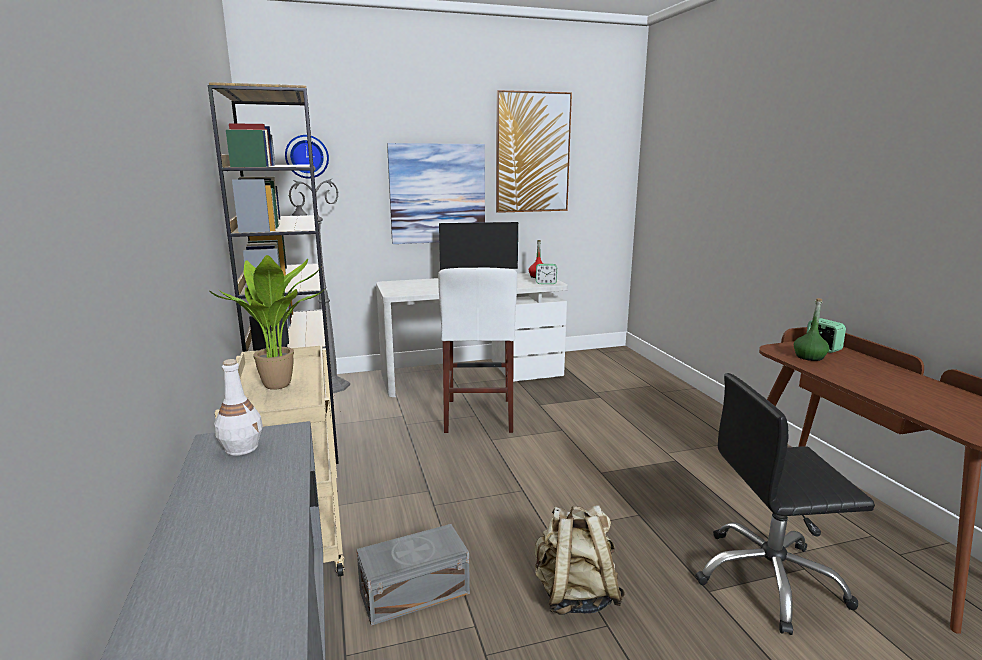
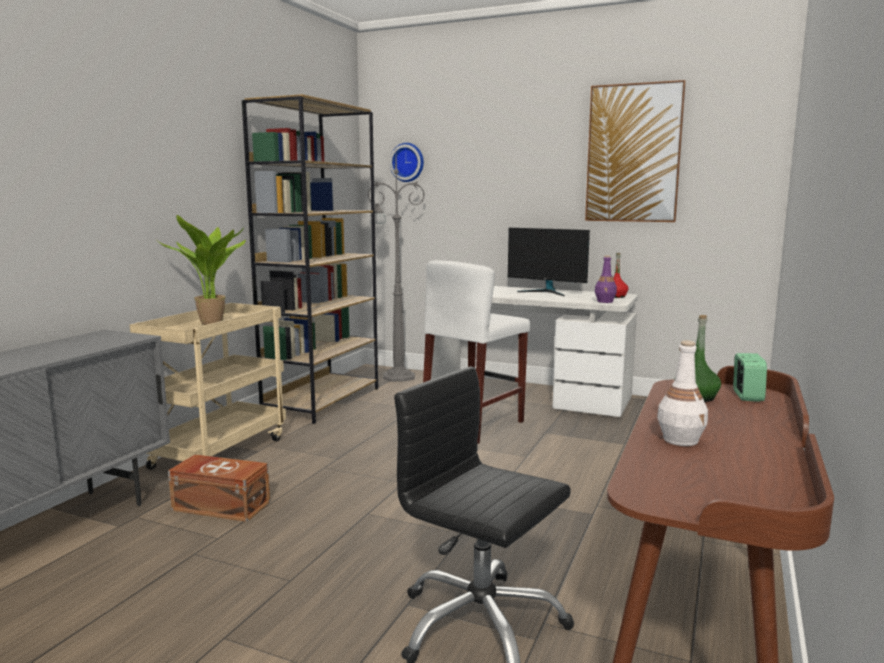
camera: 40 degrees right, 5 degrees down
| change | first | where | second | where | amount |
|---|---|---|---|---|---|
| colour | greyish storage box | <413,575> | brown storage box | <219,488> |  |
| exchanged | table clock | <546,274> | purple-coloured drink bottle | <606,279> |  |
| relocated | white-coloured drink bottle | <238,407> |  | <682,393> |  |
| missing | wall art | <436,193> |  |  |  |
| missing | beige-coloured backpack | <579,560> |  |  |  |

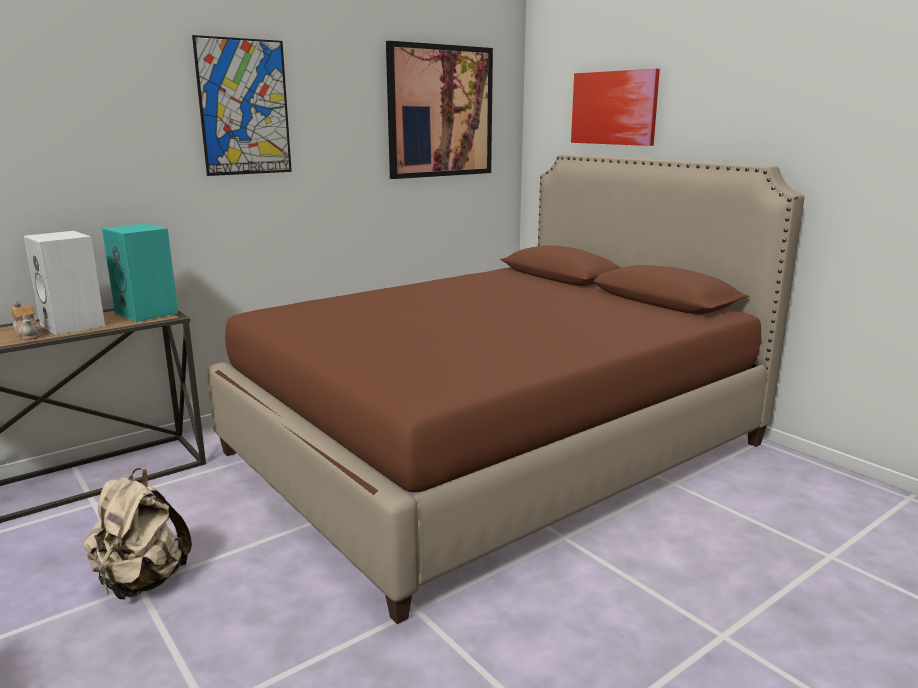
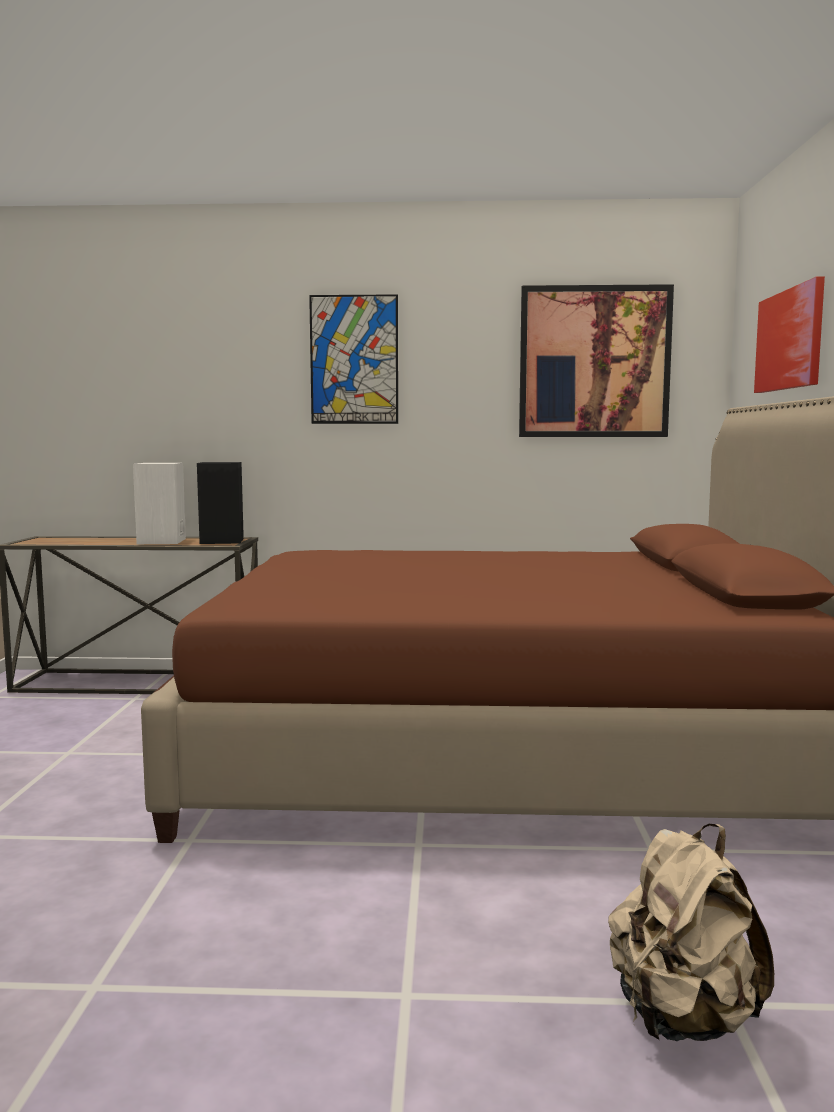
camera: 40 degrees right, 10 degrees down
| change | first | where | second | where | amount |
|---|---|---|---|---|---|
| colour | blue-green loudspeaker | <140,273> | black loudspeaker | <220,503> |  |
| relocated | beige-coloured backpack | <137,534> |  | <691,932> |  |
| missing | tea pot | <26,320> |  |  |  |

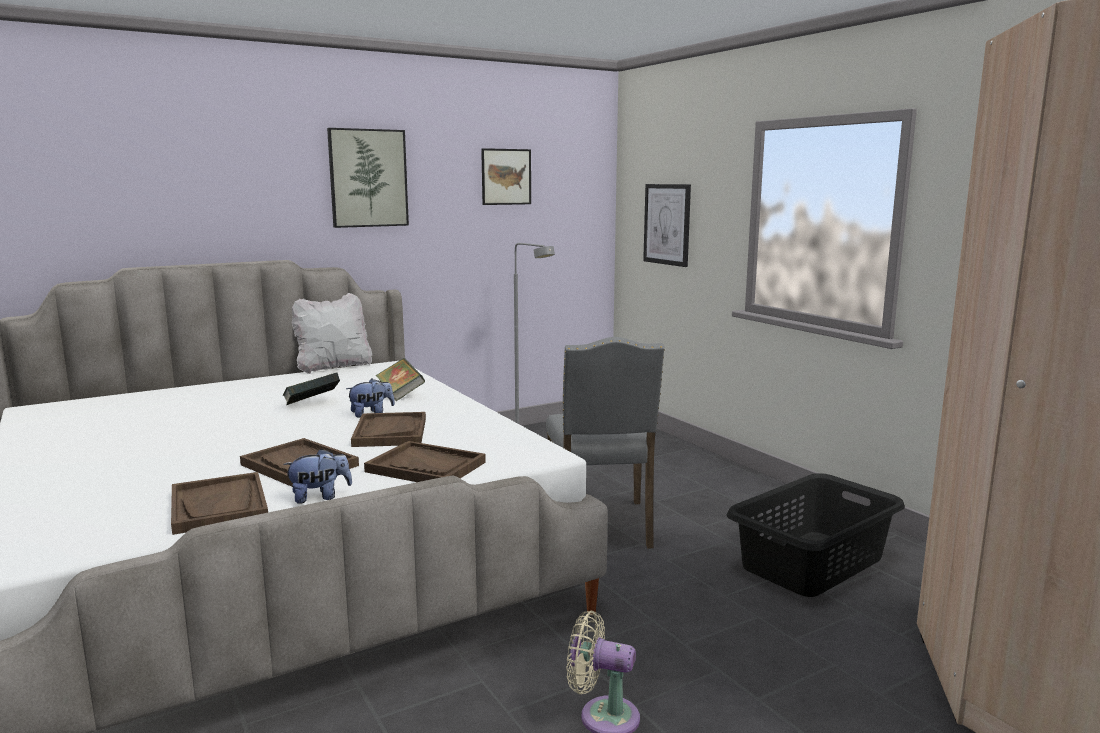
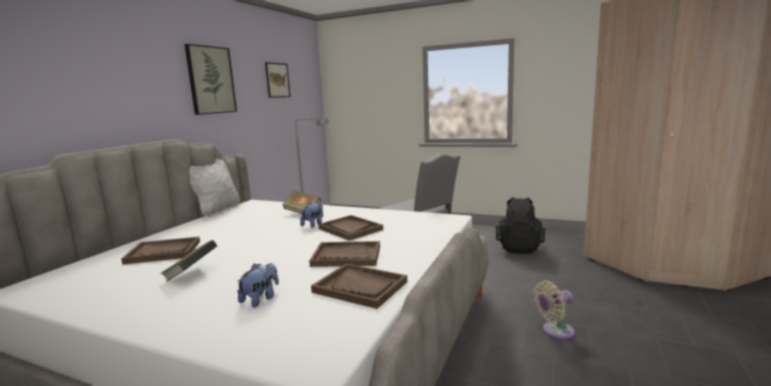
camera: 35 degrees left, 0 degrees up
| change | first | where | second | where | amount |
|---|---|---|---|---|---|
| relocated | brown serving tray | <425,461> |  | <160,250> |  |
| relocated | book | <311,388> |  | <188,260> |  |
| relocated | plush toy | <317,476> |  | <258,285> |  |
| exchanged | black hamper | <816,535> | black backpack | <520,225> |  |
| missing | wall art | <667,225> |  |  |  |

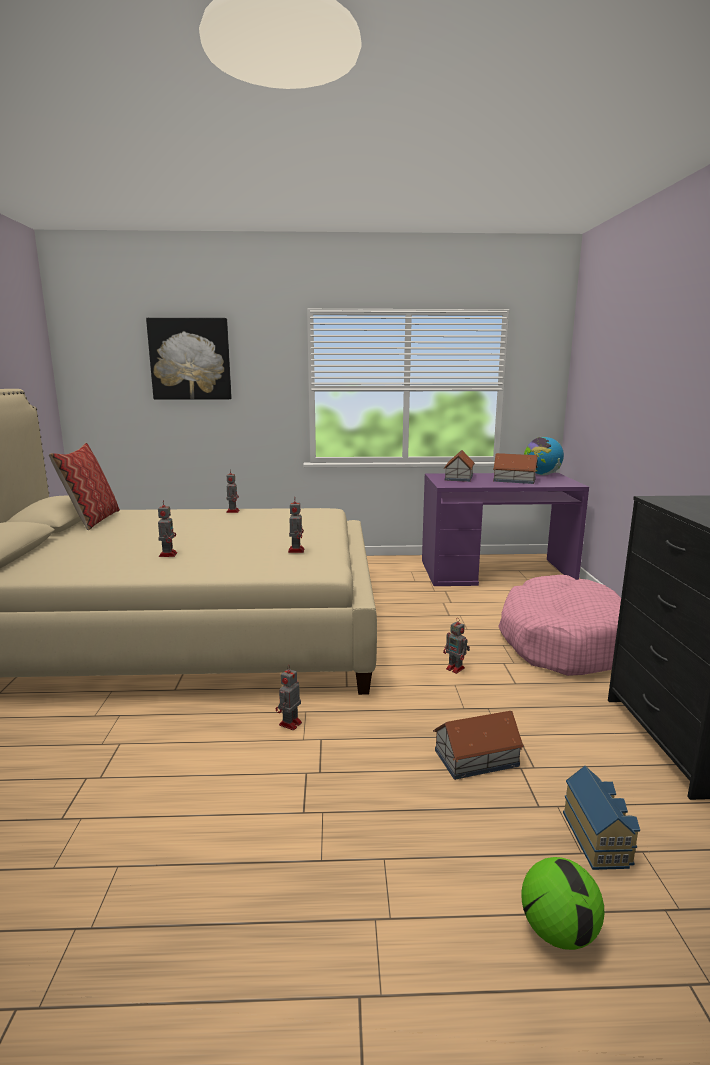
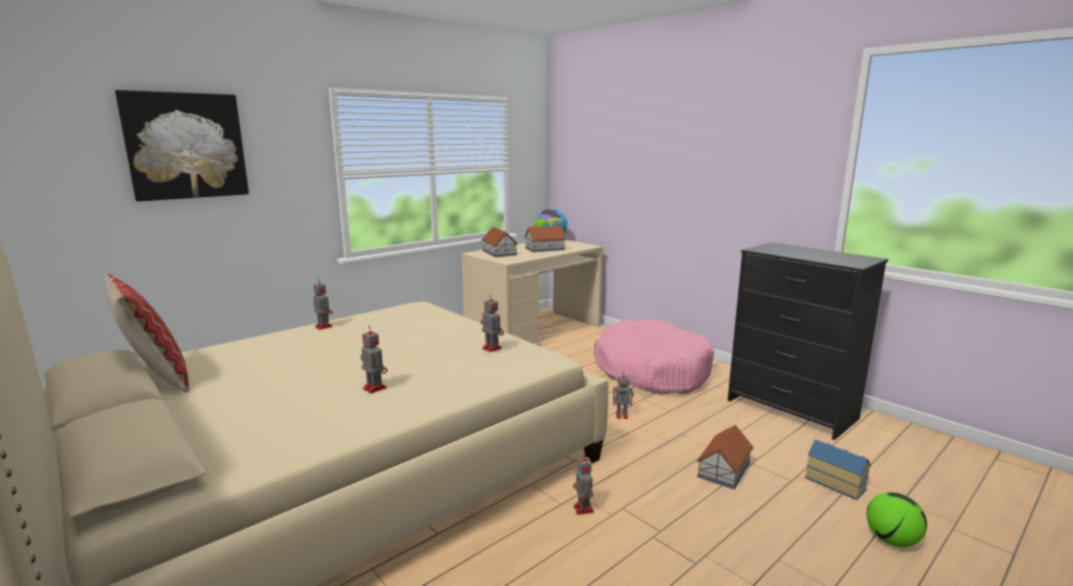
camera: 40 degrees left, 0 degrees up
| change | first | where | second | where | amount |
|---|---|---|---|---|---|
| colour | purple-coloured desk table | <505,529> | beige-coloured desk table | <532,293> |  |

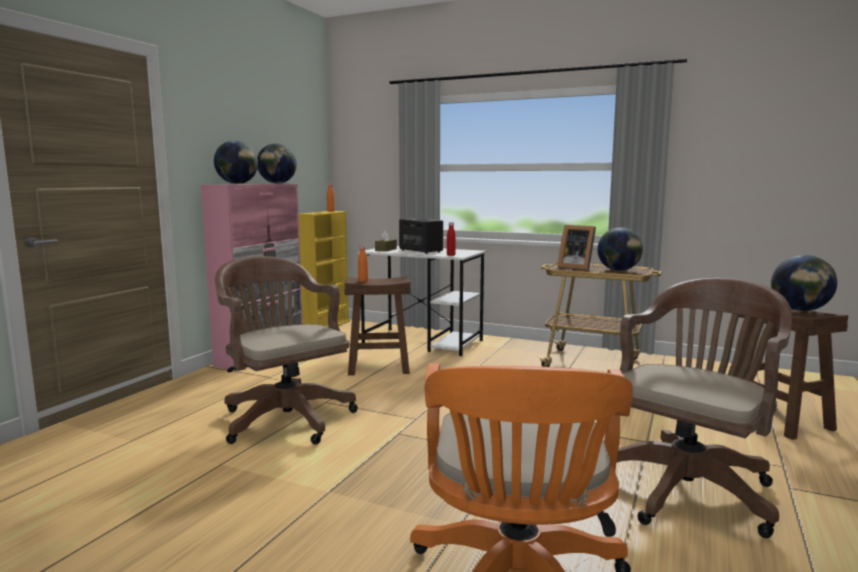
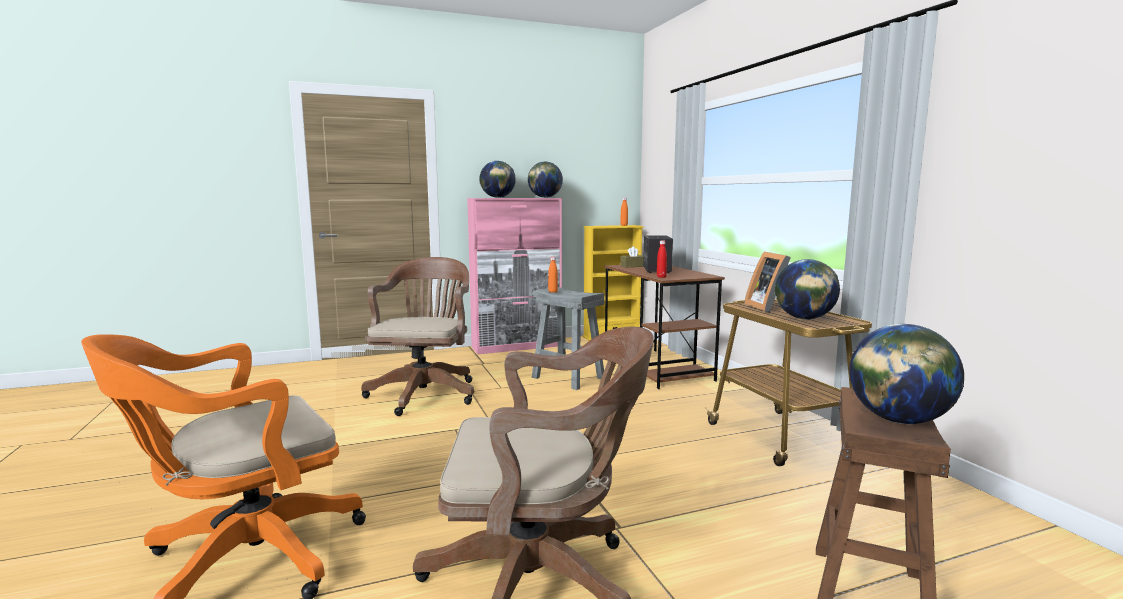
camera: 45 degrees right, 0 degrees up
| change | first | where | second | where | amount |
|---|---|---|---|---|---|
| colour | brown sitting stool | <377,326> | greyish sitting stool | <568,338> |  |
| colour | white-coloured desk table | <422,301> | brown desk table | <664,327> |  |

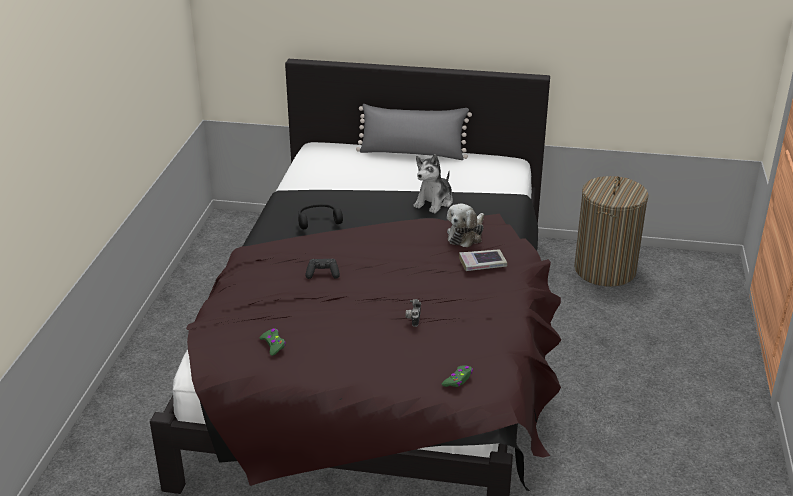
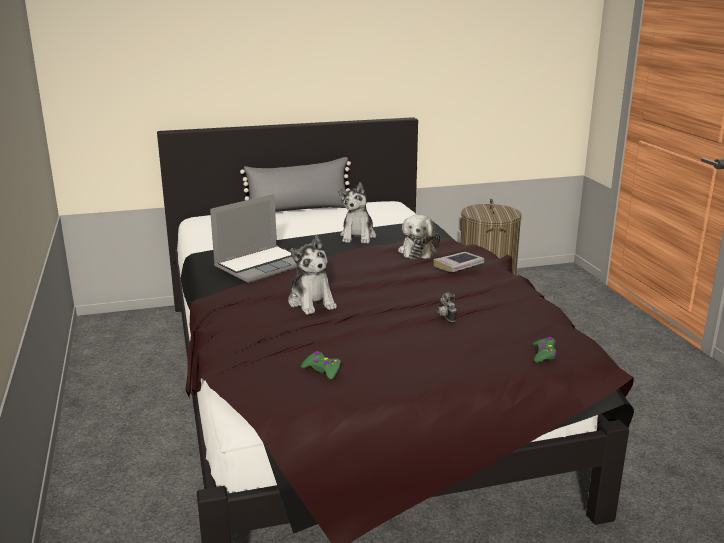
camera: 25 degrees left, 10 degrees down
| change | first | where | second | where | amount |
|---|---|---|---|---|---|
| exchanged | black headphones | <320,216> | laptop | <253,238> |  |
| exchanged | black gamepad | <322,268> | plush toy | <312,275> |  |

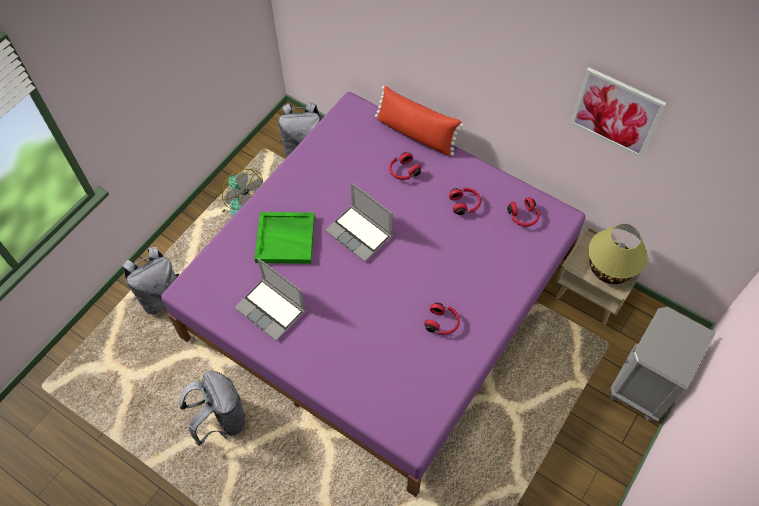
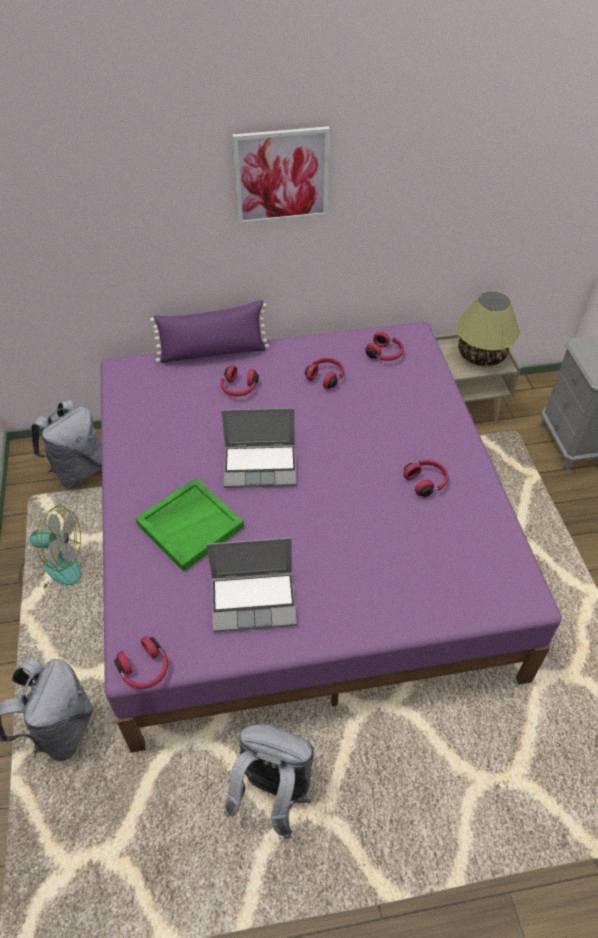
camera: 45 degrees left, 10 degrees down
| change | first | where | second | where | amount |
|---|---|---|---|---|---|
| appeared |  |  | red headphones | <141,662> |  |
| colour | red pillow | <419,121> | purple-coloured pillow | <209,331> |  |
| relocated | wall art | <618,112> |  | <281,175> |  |

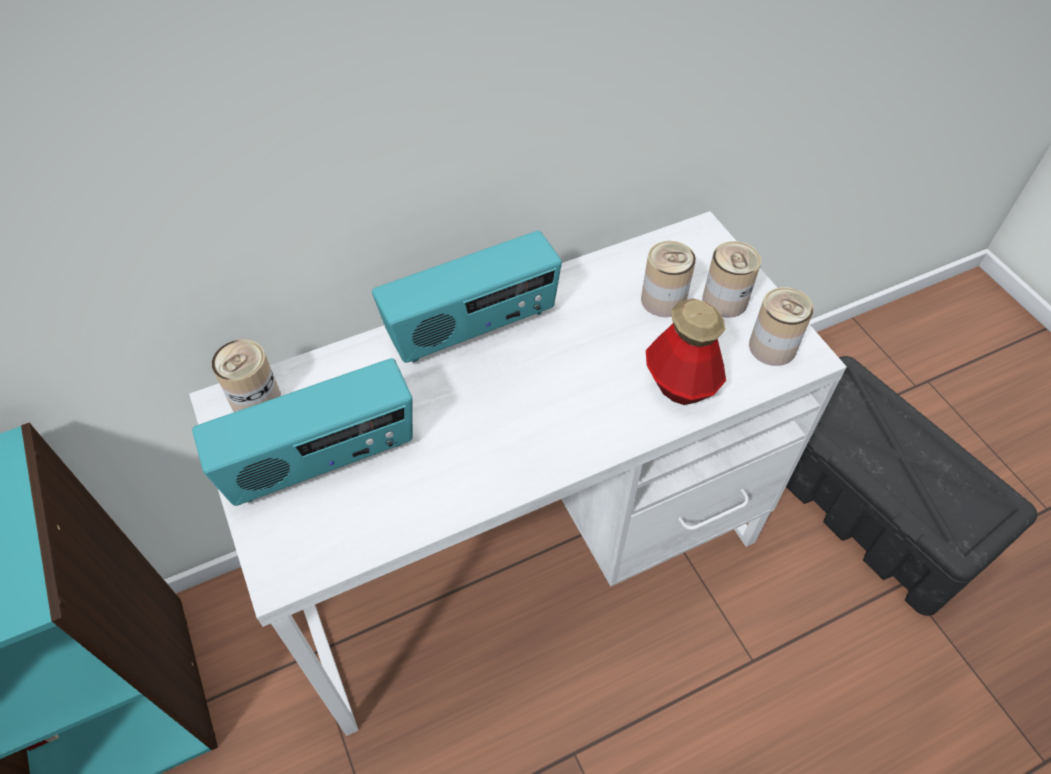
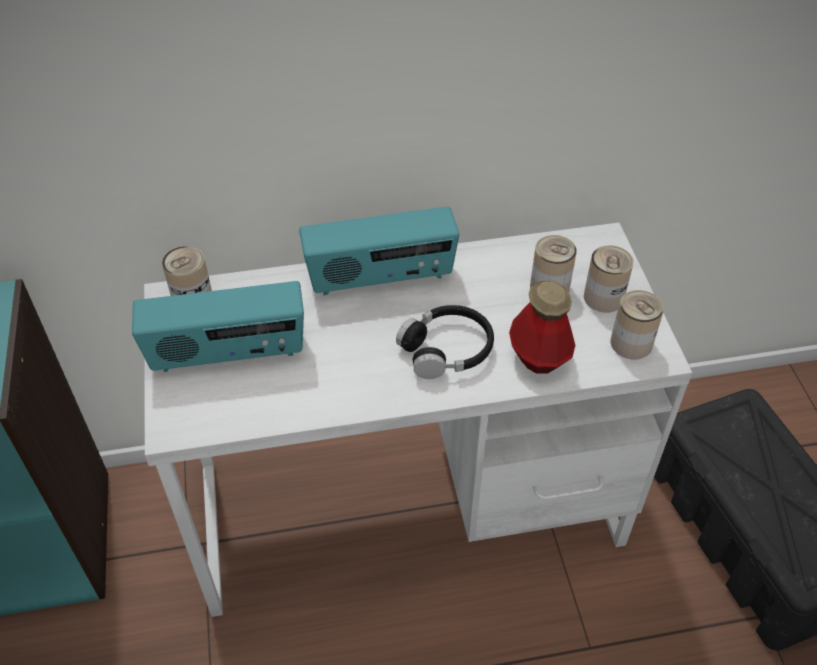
camera: 15 degrees right, 5 degrees down
| change | first | where | second | where | amount |
|---|---|---|---|---|---|
| appeared |  |  | black headphones | <445,342> |  |

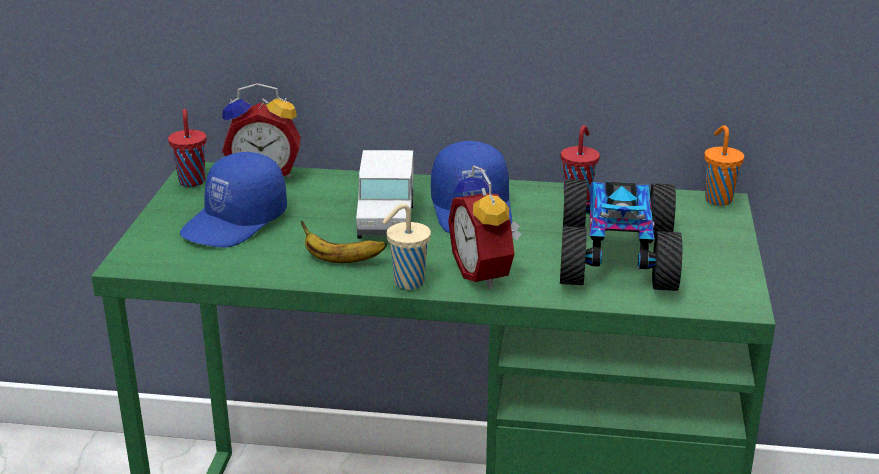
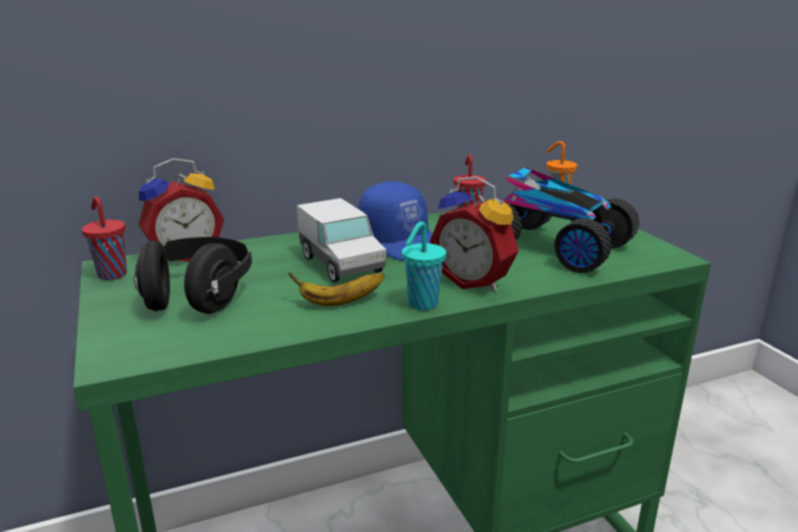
camera: 30 degrees left, 5 degrees down
| change | first | where | second | where | amount |
|---|---|---|---|---|---|
| exchanged | blue-coloured peaked cap | <233,200> | black headphones | <193,275> |  |
| colour | beige-coloured drinking cup | <406,246> | blue-green drinking cup | <424,265> |  |
| spun | model car | <621,235> |  | <569,220> | 150 degrees clockwise |

